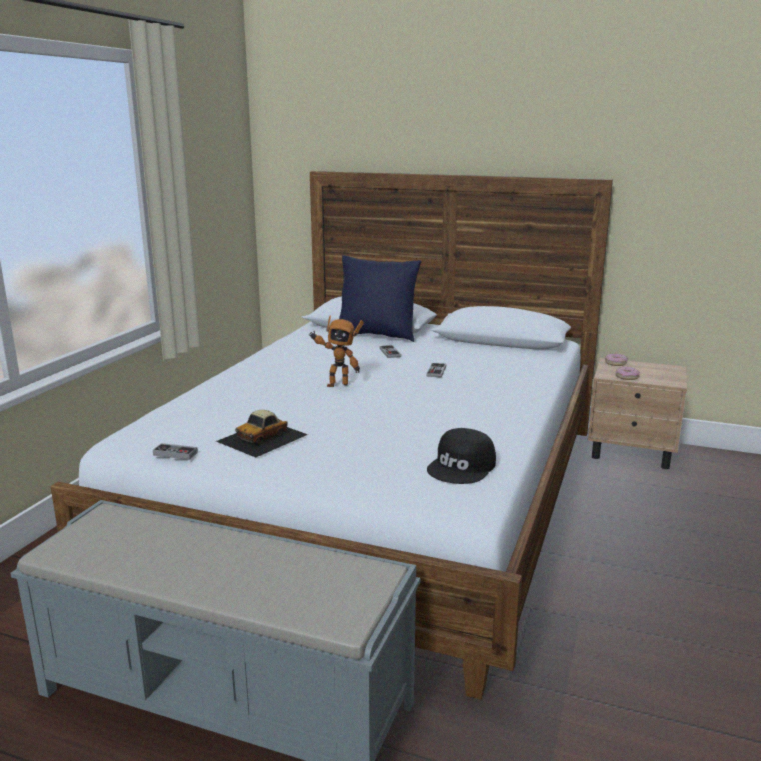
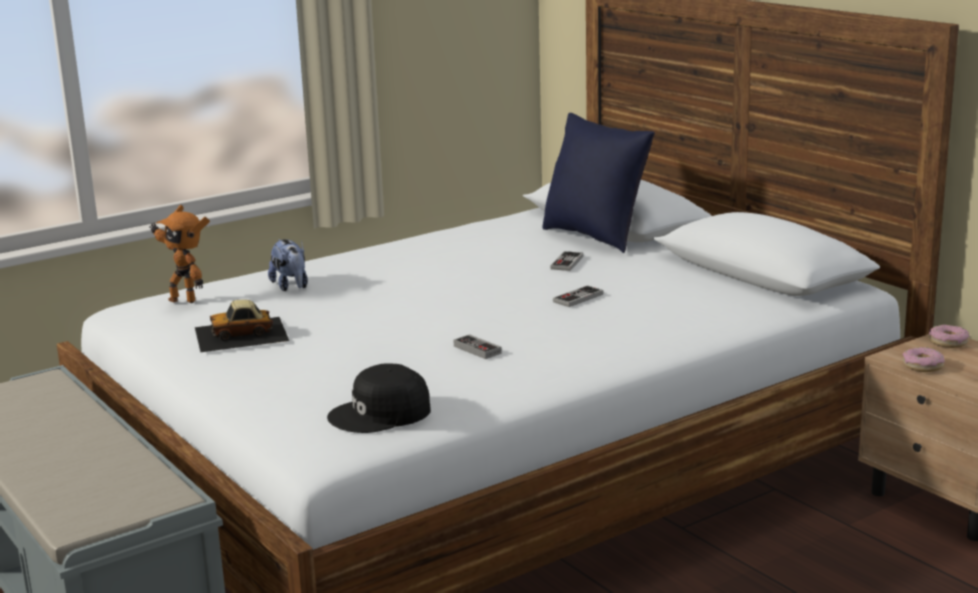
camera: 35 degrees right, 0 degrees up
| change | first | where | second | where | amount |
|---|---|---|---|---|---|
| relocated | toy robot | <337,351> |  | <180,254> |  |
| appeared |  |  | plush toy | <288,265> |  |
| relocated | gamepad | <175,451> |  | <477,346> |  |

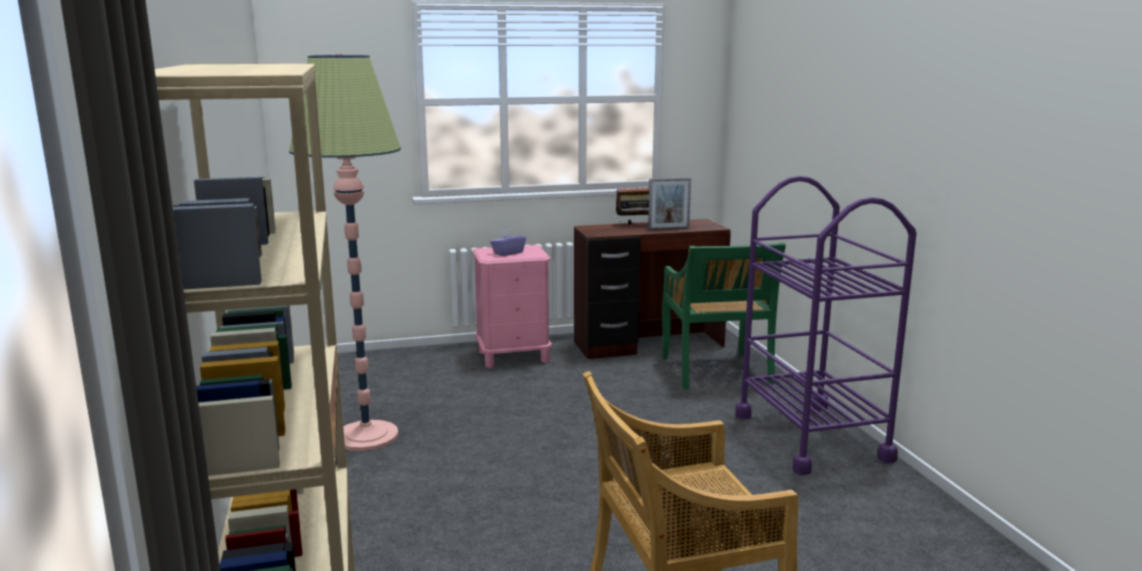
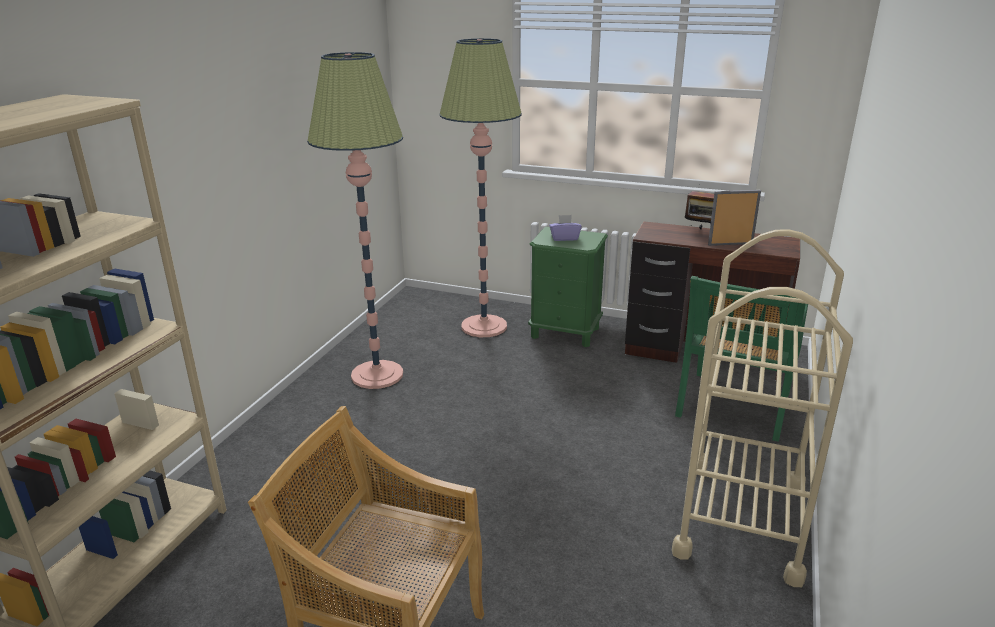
camera: 35 degrees right, 10 degrees up
| change | first | where | second | where | amount |
|---|---|---|---|---|---|
| appeared |  |  | standing lamp | <480,187> |  |
| colour | pink bedside table | <512,306> | greenish bedside table | <568,287> |  |
| colour | purple-coloured cart | <825,325> | beige-coloured cart | <762,408> |  |
| spun | photo frame | <669,204> |  | <734,218> | 150 degrees clockwise |

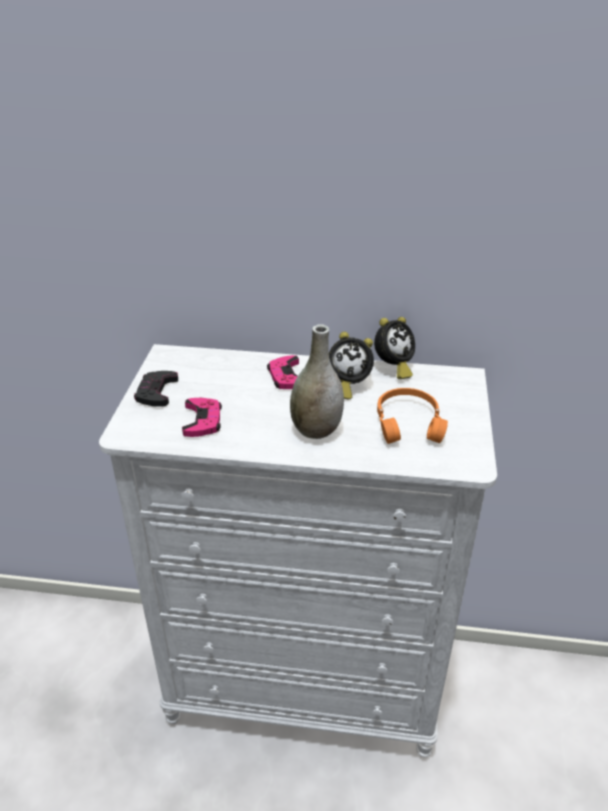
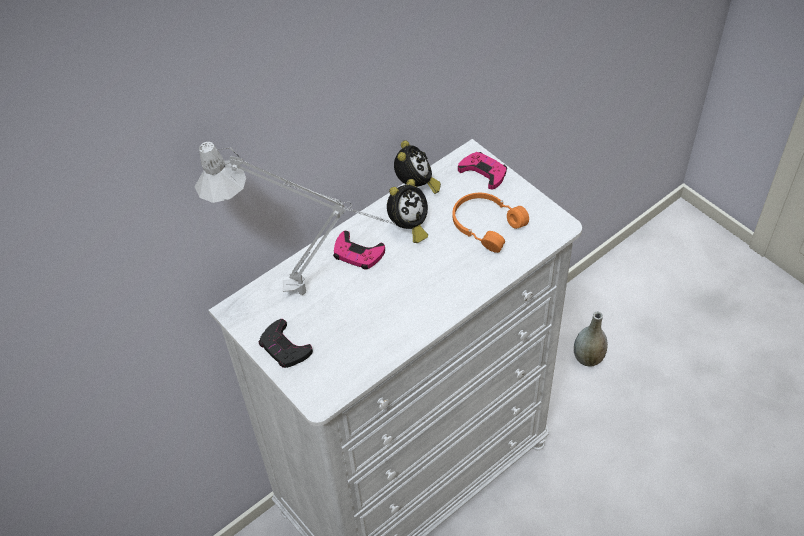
camera: 45 degrees left, 15 degrees up
| change | first | where | second | where | amount |
|---|---|---|---|---|---|
| appeared |  |  | greyish lamp for a table | <295,218> |  |
| relocated | pink gamepad | <202,417> |  | <482,171> |  |
| relocated | greyish flower vase | <317,381> |  | <591,339> |  |

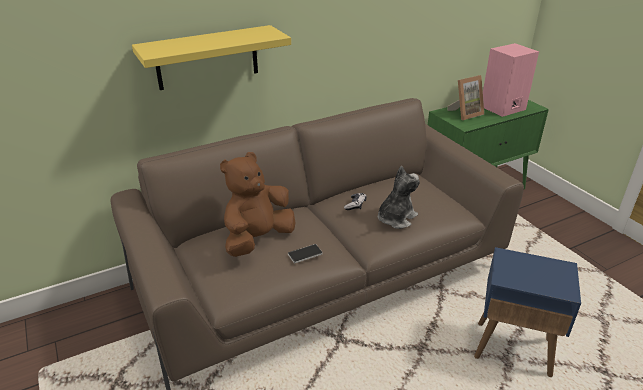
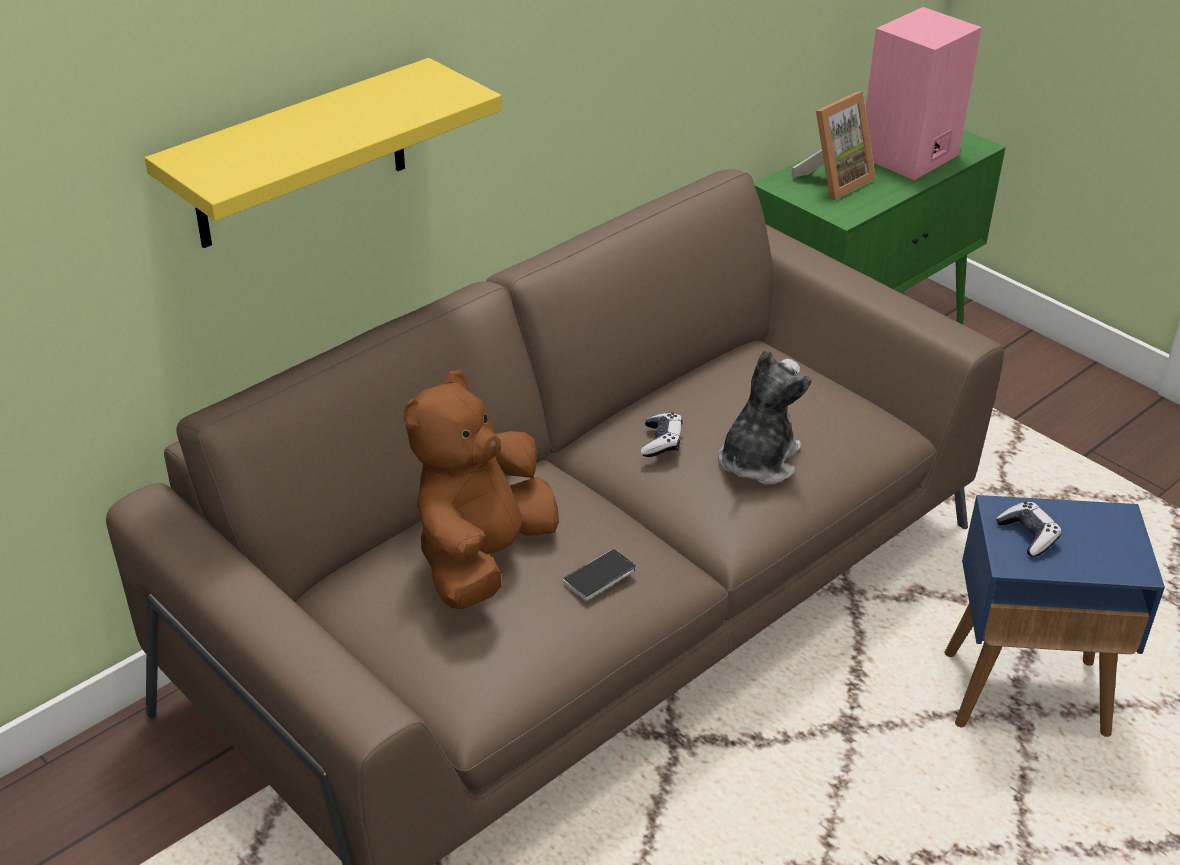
camera: 15 degrees left, 5 degrees up
| change | first | where | second | where | amount |
|---|---|---|---|---|---|
| appeared |  |  | gamepad | <1029,529> |  |

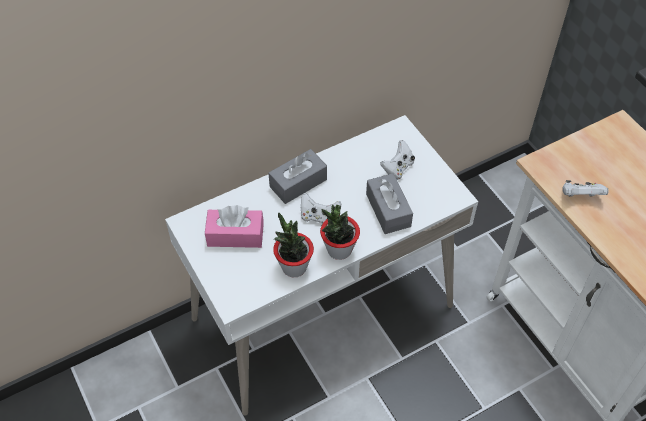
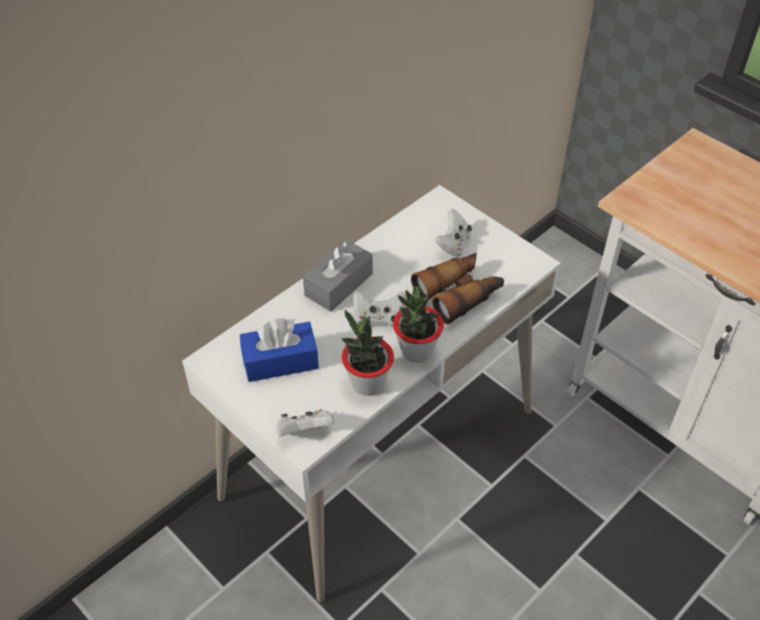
camera: 15 degrees left, 5 degrees down
| change | first | where | second | where | amount |
|---|---|---|---|---|---|
| colour | pink tissue box | <234,226> | blue-coloured tissue box | <279,350> |  |
| relocated | white-coloured gamepad | <585,188> |  | <305,423> |  |
| exchanged | greyish tissue box | <389,203> | binoculars | <457,288> |  |

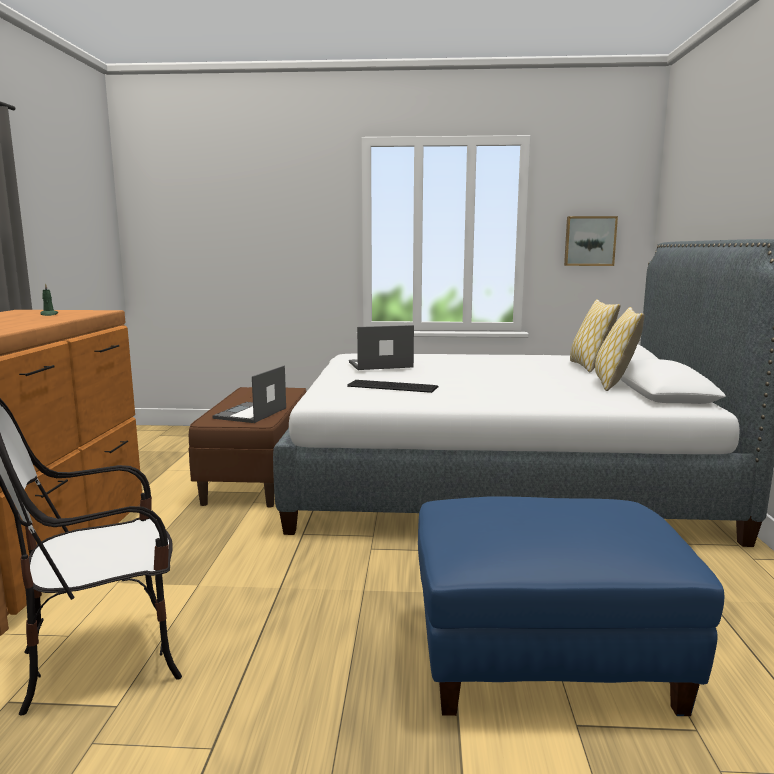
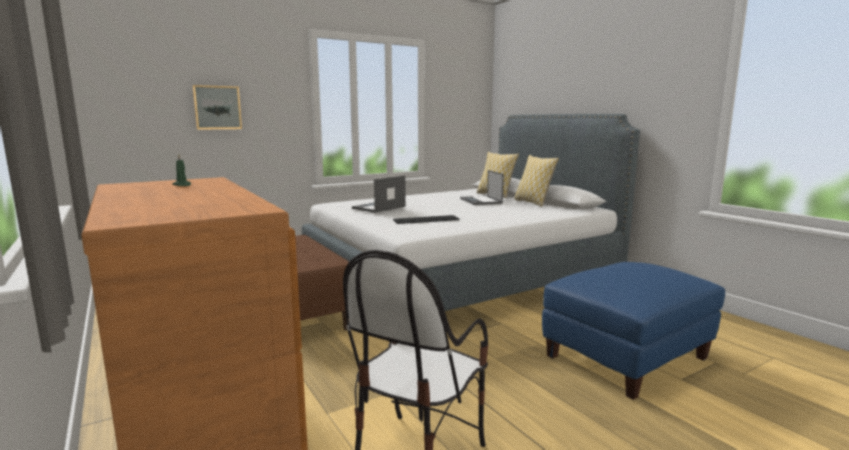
camera: 35 degrees left, 0 degrees up
| change | first | where | second | where | amount |
|---|---|---|---|---|---|
| relocated | wall art | <591,241> |  | <217,107> |  |
| relocated | laptop | <249,394> |  | <482,187> |  |

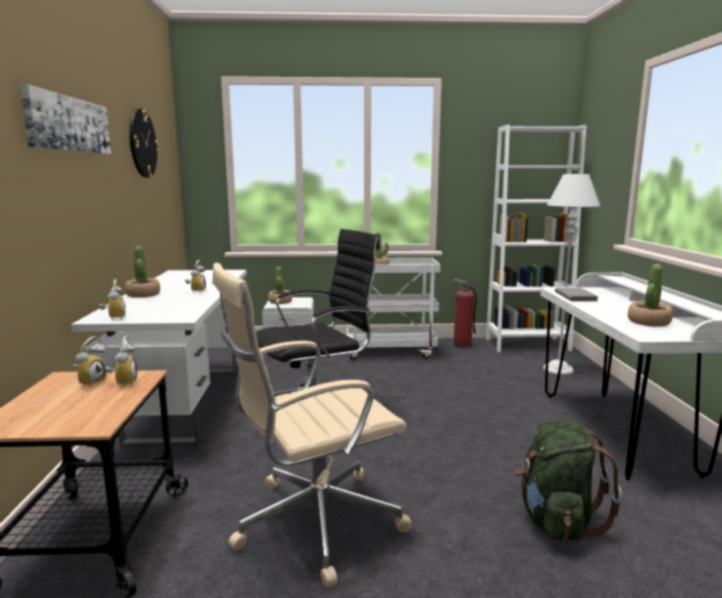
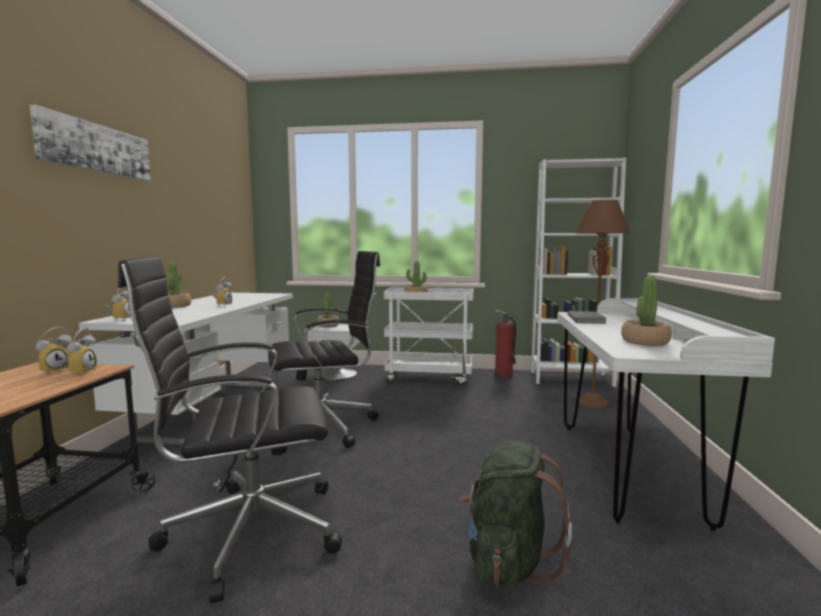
camera: 10 degrees right, 5 degrees down
| change | first | where | second | where | amount |
|---|---|---|---|---|---|
| colour | beige-coloured office chair | <312,425> | black office chair | <230,429> |  |
| colour | greyish standing lamp | <571,274> | brown standing lamp | <603,304> |  |
| missing | wall clock | <144,143> |  |  |  |

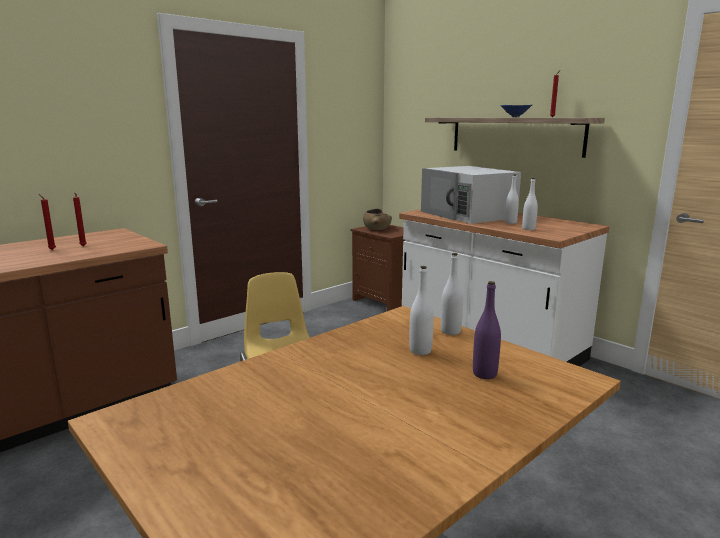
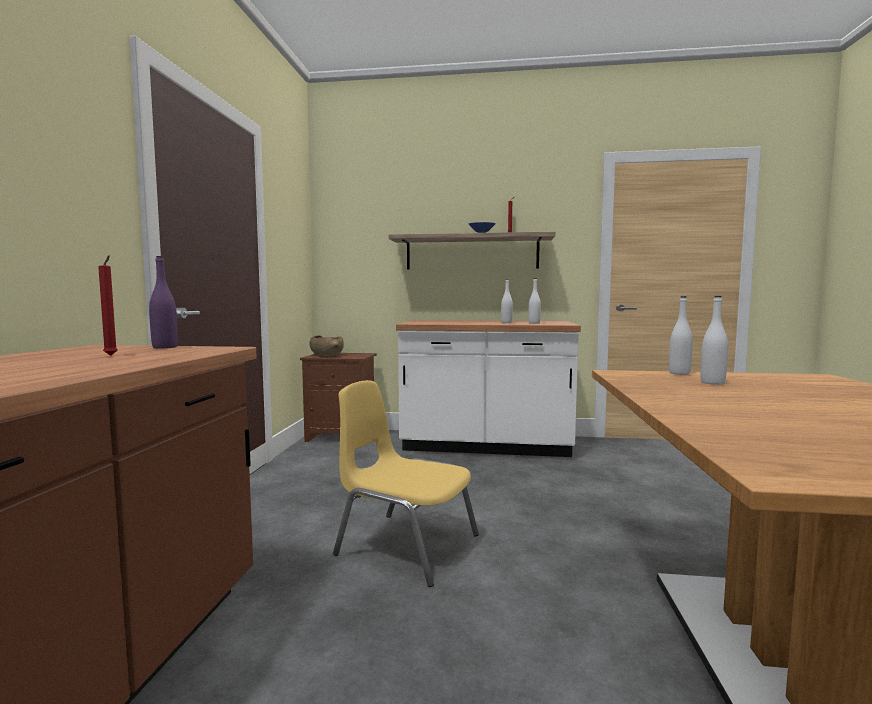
camera: 40 degrees left, 10 degrees down
| change | first | where | second | where | amount |
|---|---|---|---|---|---|
| relocated | purple-coloured drink bottle | <487,330> |  | <163,302> |  |
| missing | red wax light | <47,222> |  |  |  |
| missing | white-coloured kitchen microwave | <471,195> |  |  |  |

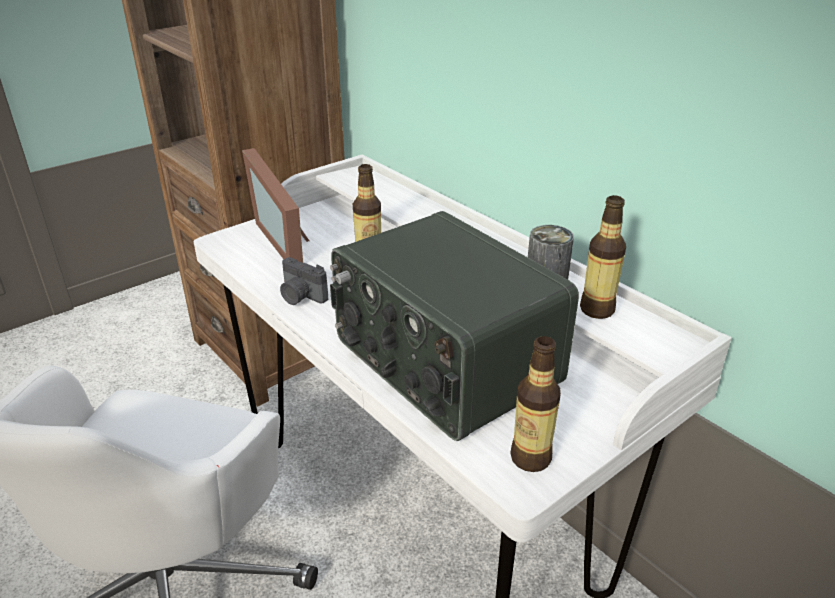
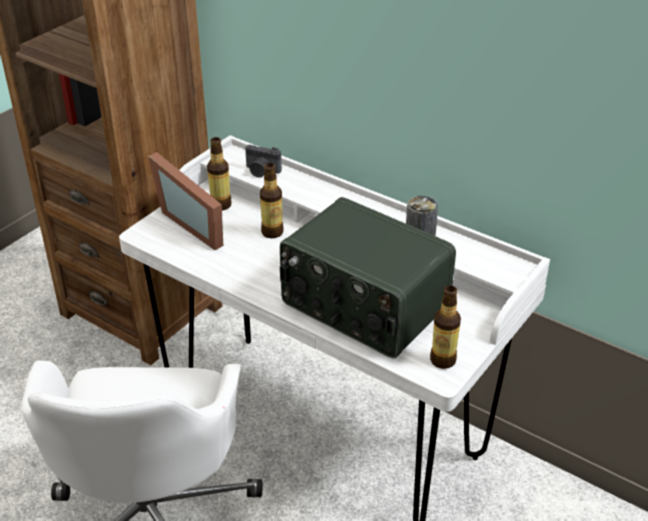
camera: 15 degrees left, 5 degrees up
| change | first | where | second | where | amount |
|---|---|---|---|---|---|
| relocated | drink bottle | <603,257> |  | <219,173> |  |
| relocated | still camera | <304,281> |  | <263,161> |  |

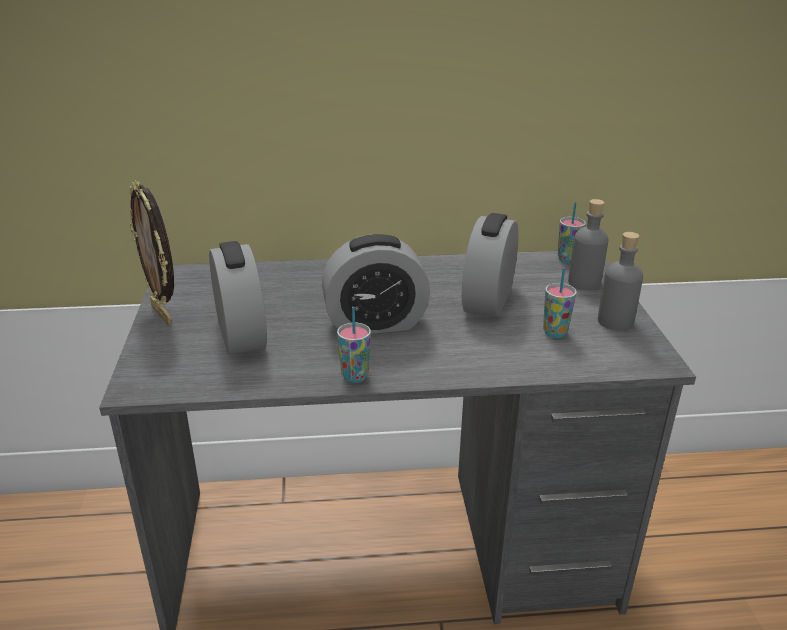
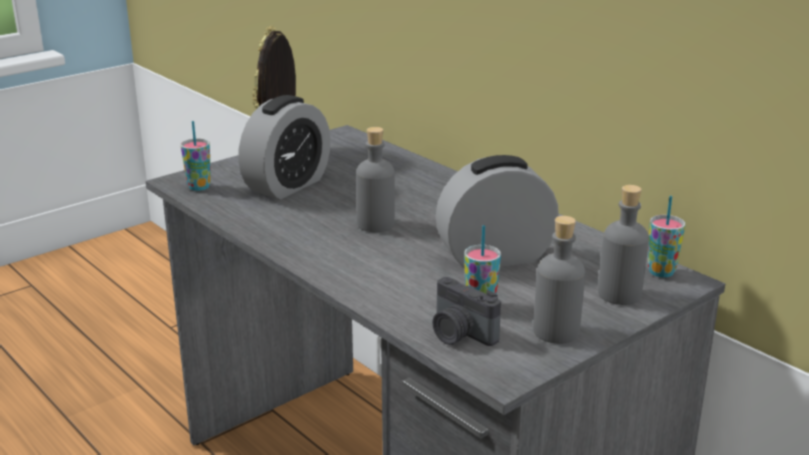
camera: 55 degrees right, 5 degrees down
| change | first | where | second | where | amount |
|---|---|---|---|---|---|
| relocated | drinking cup | <354,345> |  | <195,156> |  |
| exchanged | table clock | <376,284> | greyish drink bottle | <375,179> |  |
| appeared |  |  | still camera | <466,311> |  |

